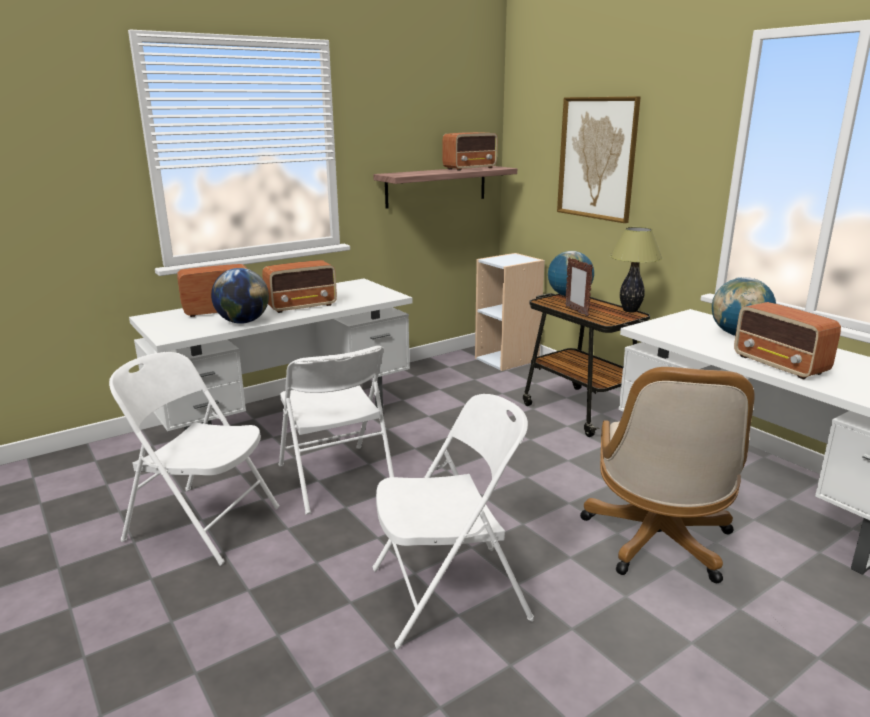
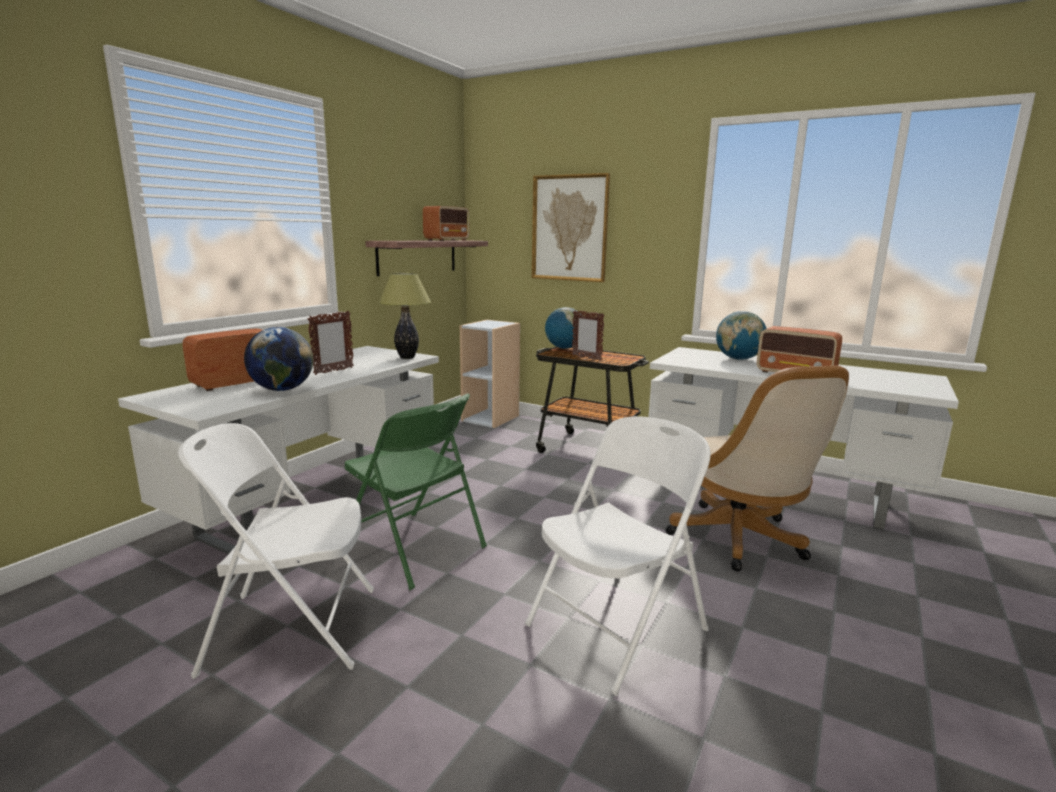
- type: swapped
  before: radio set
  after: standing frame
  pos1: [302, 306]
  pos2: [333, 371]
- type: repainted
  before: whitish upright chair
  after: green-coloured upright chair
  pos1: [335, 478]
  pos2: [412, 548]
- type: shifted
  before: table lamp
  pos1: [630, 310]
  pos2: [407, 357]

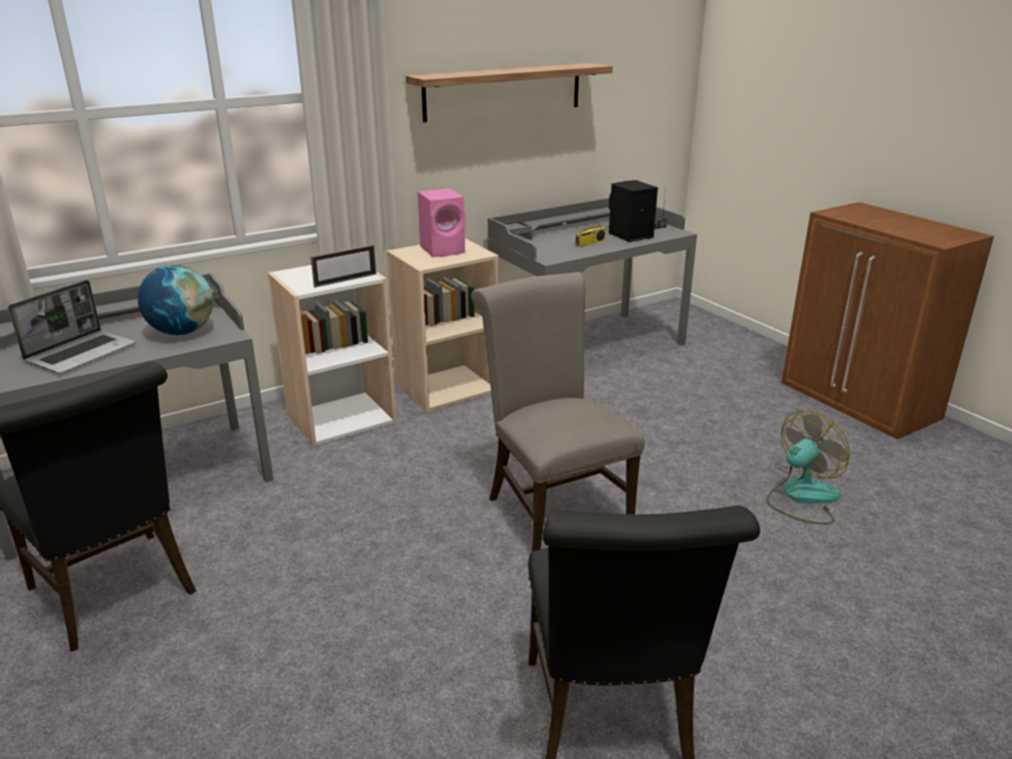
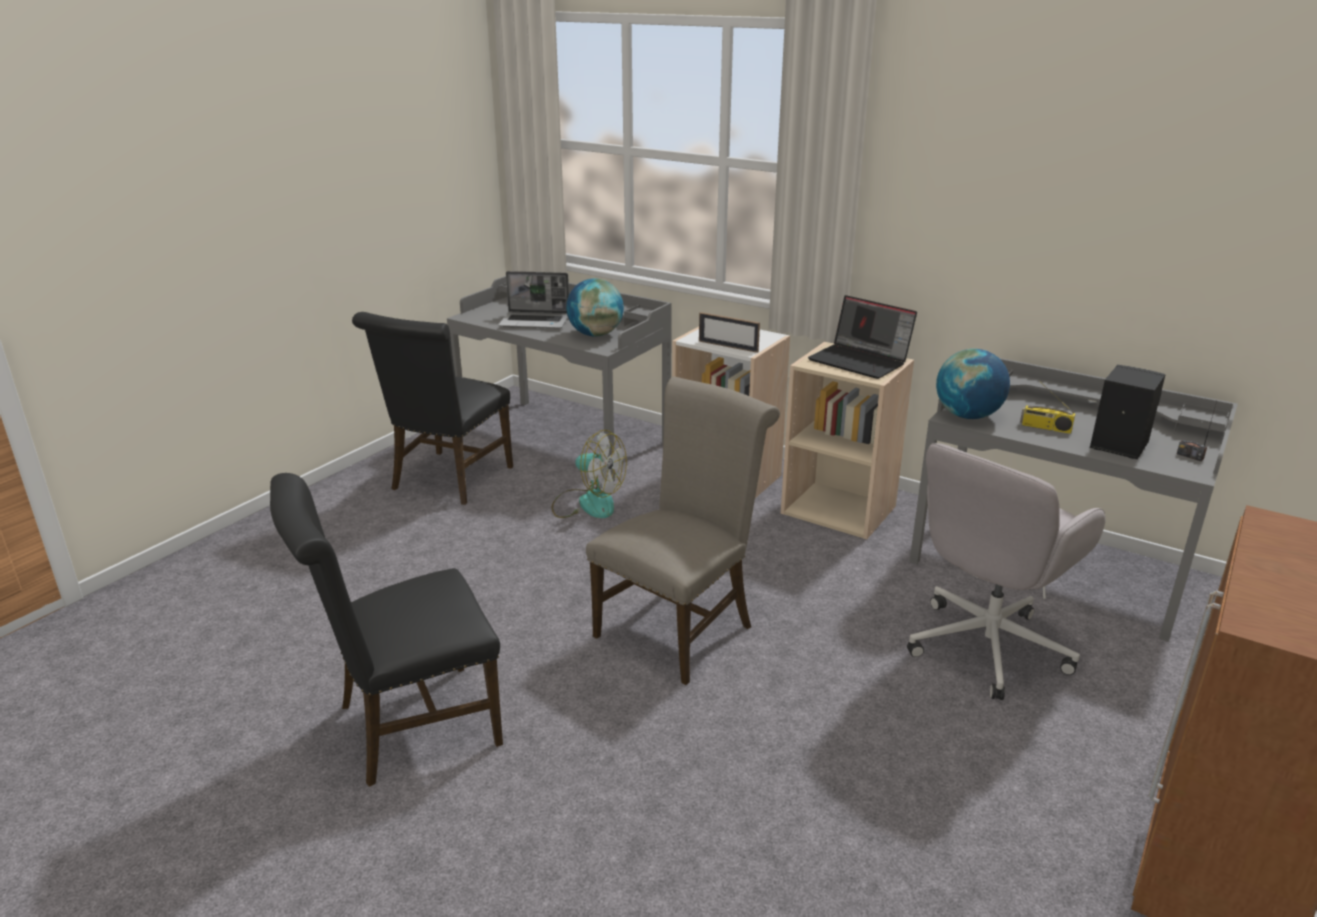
- type: shifted
  before: fan
  pos1: [801, 497]
  pos2: [587, 503]
- type: swapped
  before: pink loudspeaker
  after: laptop
  pos1: [444, 250]
  pos2: [860, 361]
- type: new
  after: greyish desk chair
  pos2: [985, 648]
- type: new
  after: globe
  pos2: [967, 416]
- type: gone
  before: bracket shelf
  pos1: [503, 91]

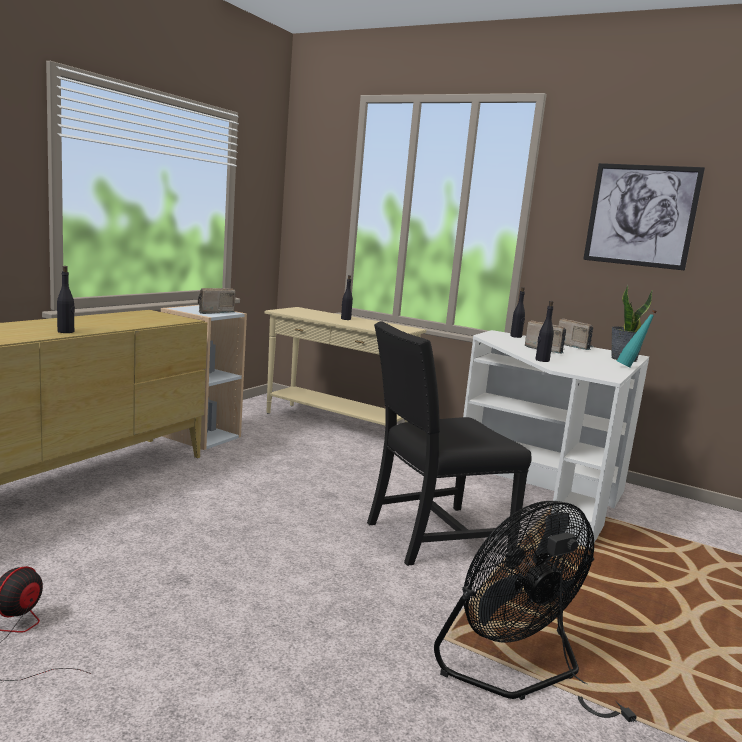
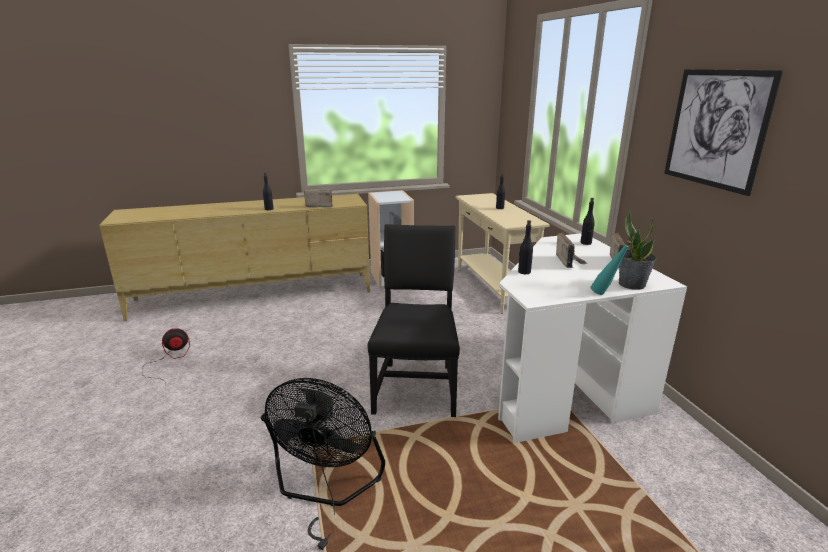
- type: shifted
  before: radio set
  pos1: [213, 312]
  pos2: [319, 205]
- type: rotated
  before: blackish upright chair
  pos1: [433, 536]
  pos2: [416, 386]
  turn: 75

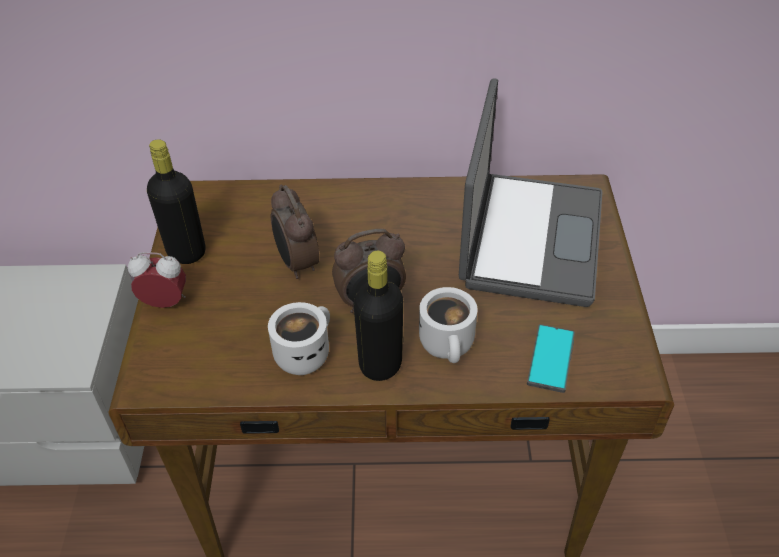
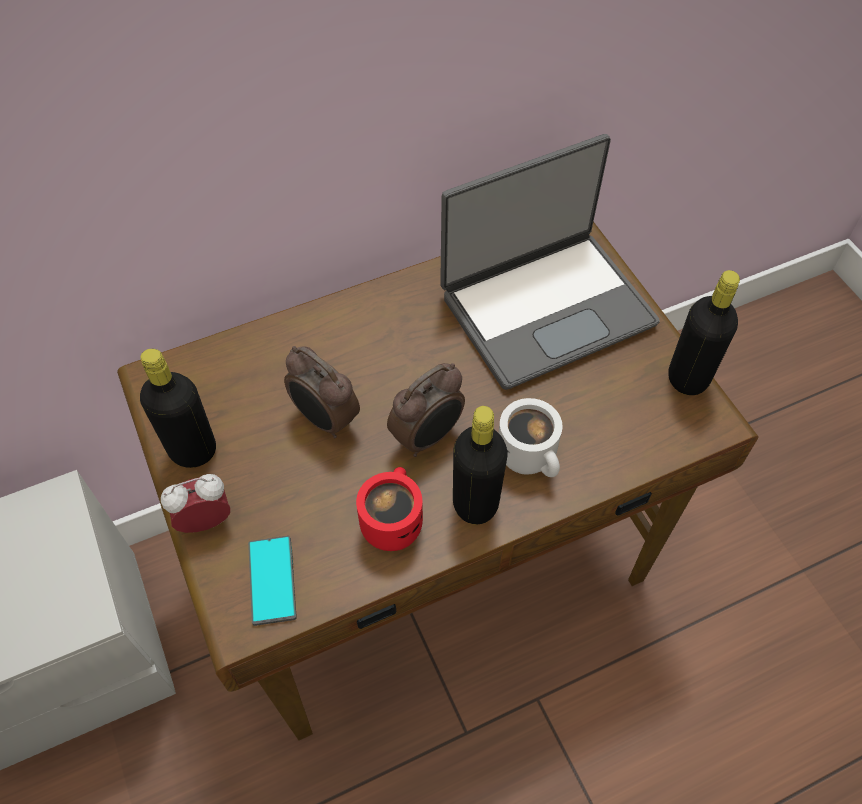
- type: shifted
  before: telephone
  pos1: [551, 358]
  pos2: [272, 580]
- type: repainted
  before: whitish tea mug
  after: red-coloured tea mug
  pos1: [303, 352]
  pos2: [390, 520]
- type: rotated
  before: laptop
  pos1: [528, 239]
  pos2: [545, 307]
  turn: 75
- type: new
  after: blackish beverage bottle
  pos2: [688, 378]

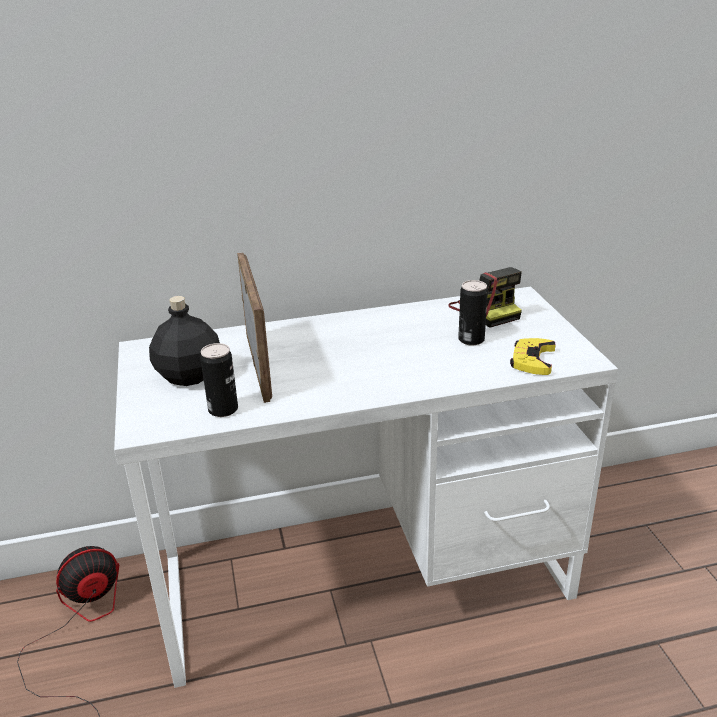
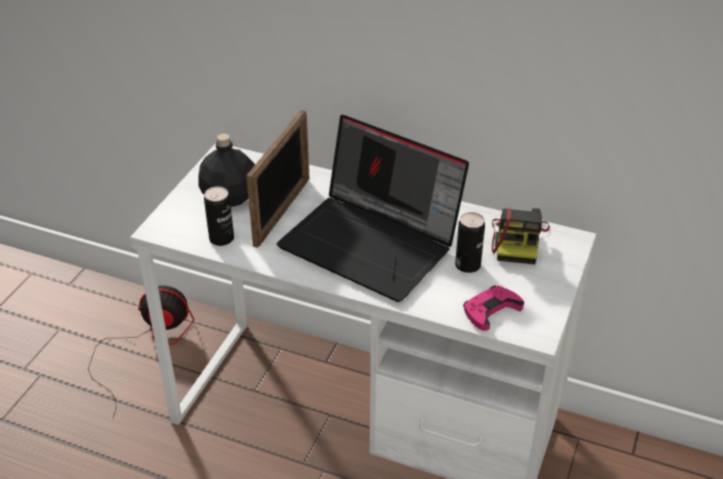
- type: new
  after: laptop
  pos2: [373, 243]
- type: repainted
  before: yellow-coloured joypad
  after: pink joypad
  pos1: [532, 360]
  pos2: [491, 310]

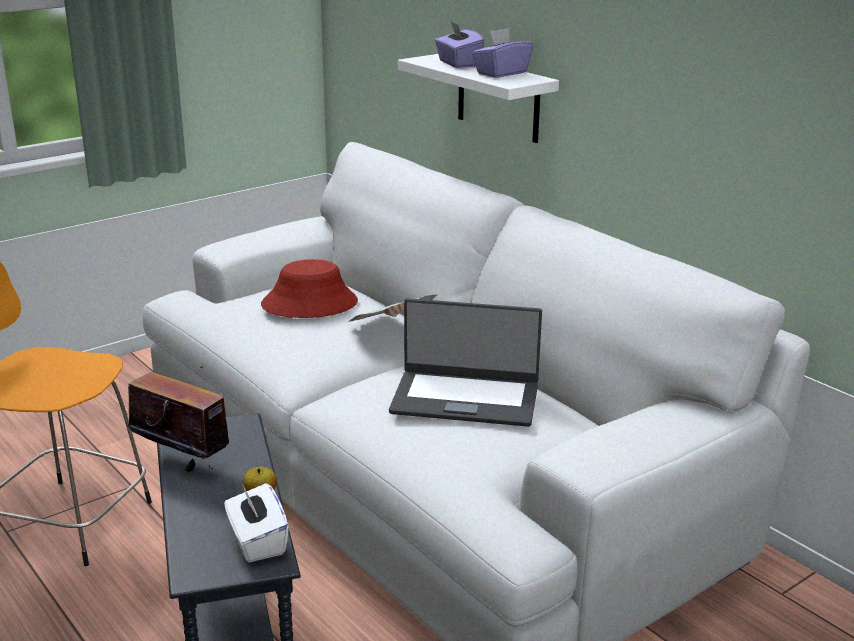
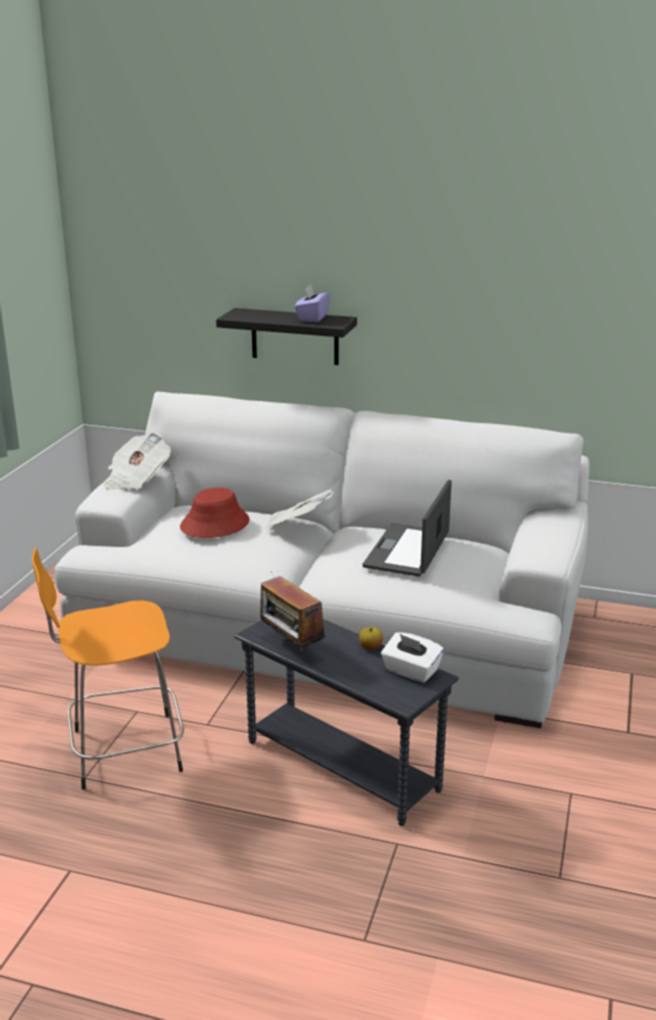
- type: new
  after: daily paper
  pos2: [136, 479]
- type: repainted
  before: whitish bracket shelf
  after: blackish bracket shelf
  pos1: [498, 98]
  pos2: [295, 336]
- type: rotated
  before: radio set
  pos1: [182, 461]
  pos2: [291, 648]
  turn: -120
- type: rotated
  before: laptop
  pos1: [465, 398]
  pos2: [408, 551]
  turn: 135
- type: gone
  before: purple-coloured tissue box
  pos1: [458, 64]

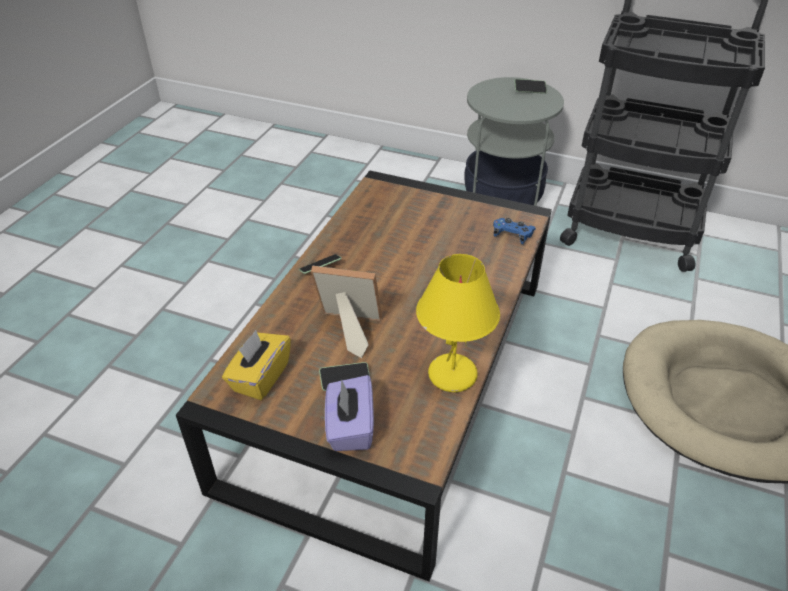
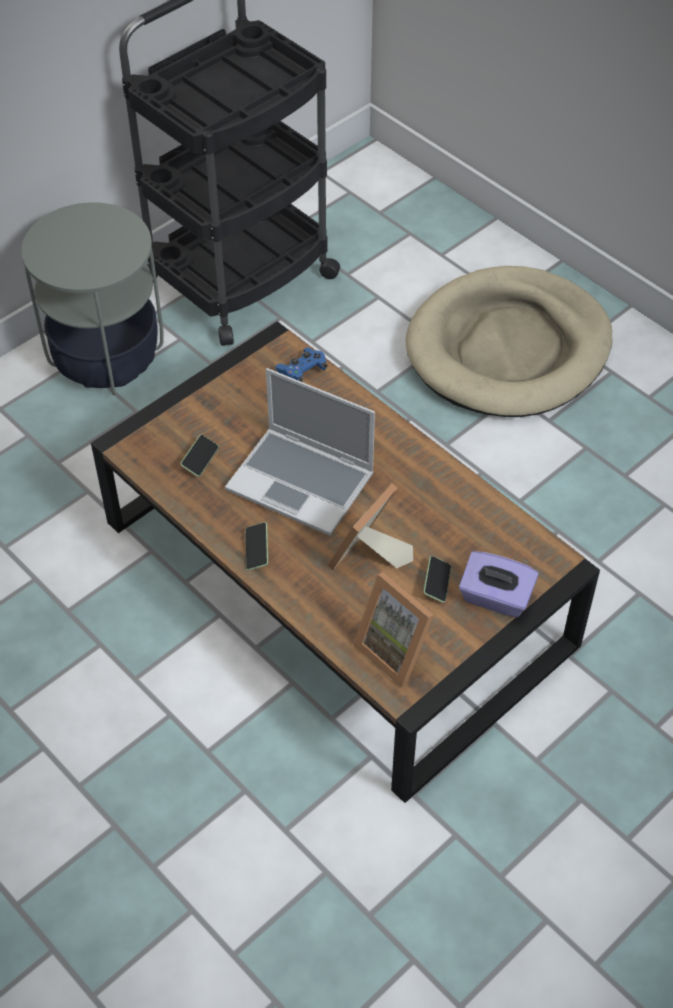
- type: shifted
  before: telephone
  pos1: [529, 90]
  pos2: [200, 460]
- type: new
  after: laptop
  pos2: [303, 482]
- type: swapped
  before: yellow-coloured tissue box
  after: standing frame
  pos1: [260, 377]
  pos2: [397, 650]
- type: gone
  before: yellow-coloured table lamp
  pos1: [452, 374]

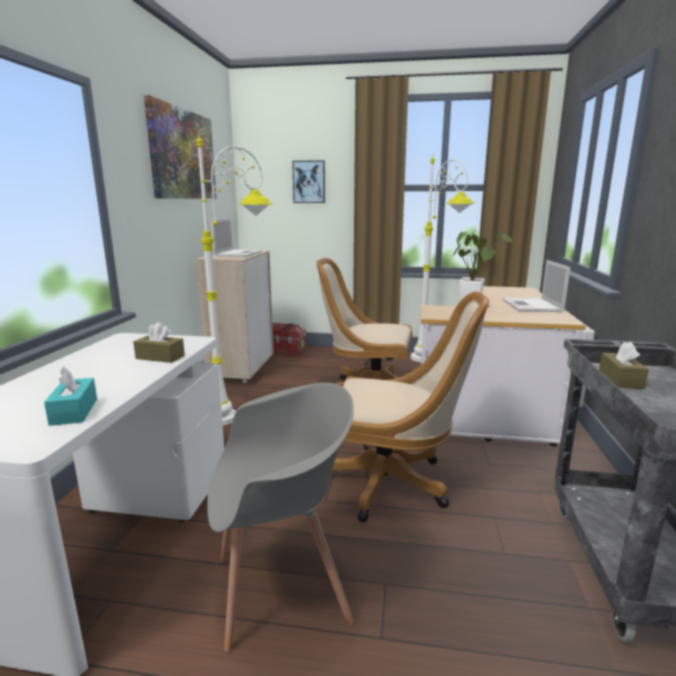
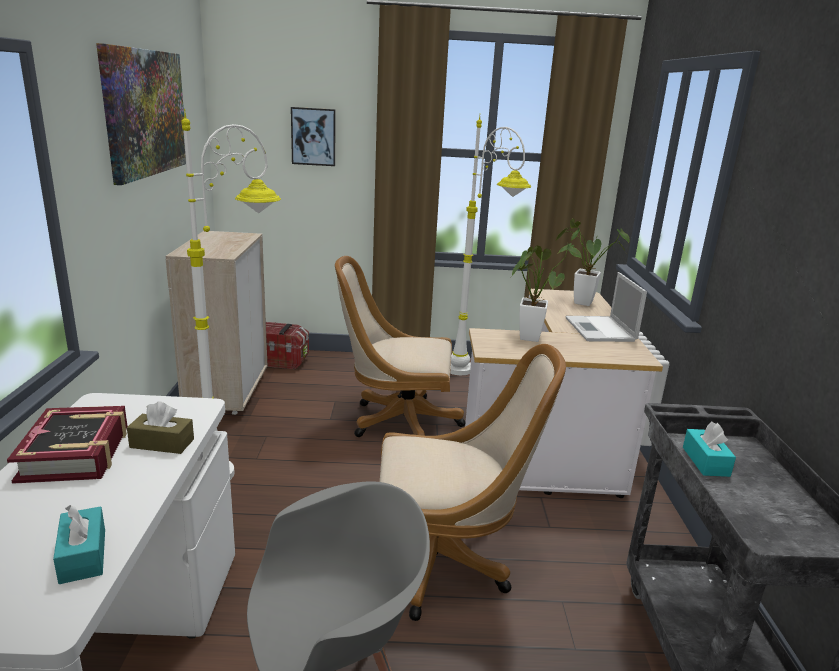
- type: new
  after: book
  pos2: [76, 453]
- type: new
  after: potted plant
  pos2: [578, 302]
- type: repainted
  before: brown-coloured tissue box
  after: turquoise tissue box
  pos1: [620, 379]
  pos2: [705, 461]
- type: gone
  before: laptop
  pos1: [238, 253]

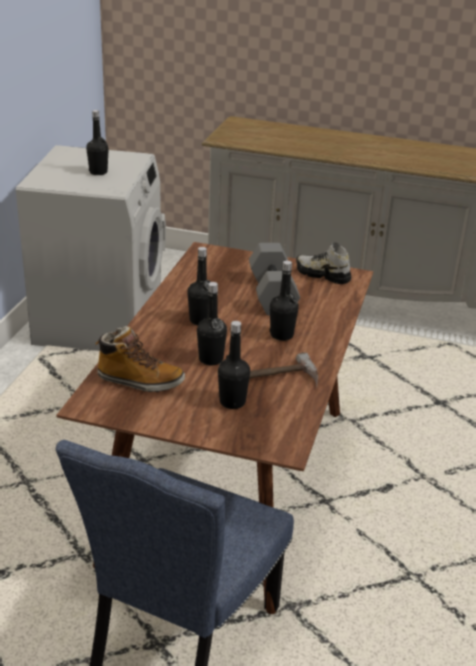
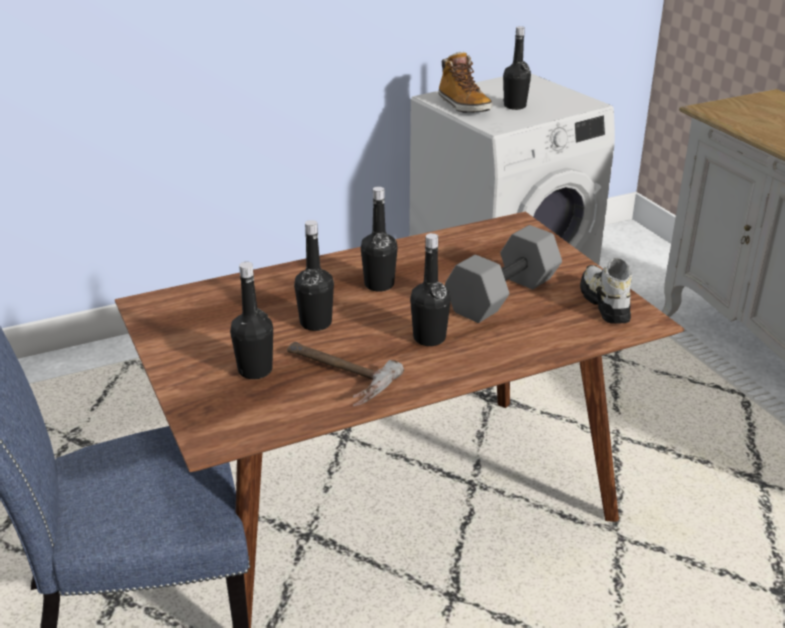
- type: shifted
  before: tall boot
  pos1: [139, 381]
  pos2: [463, 106]

